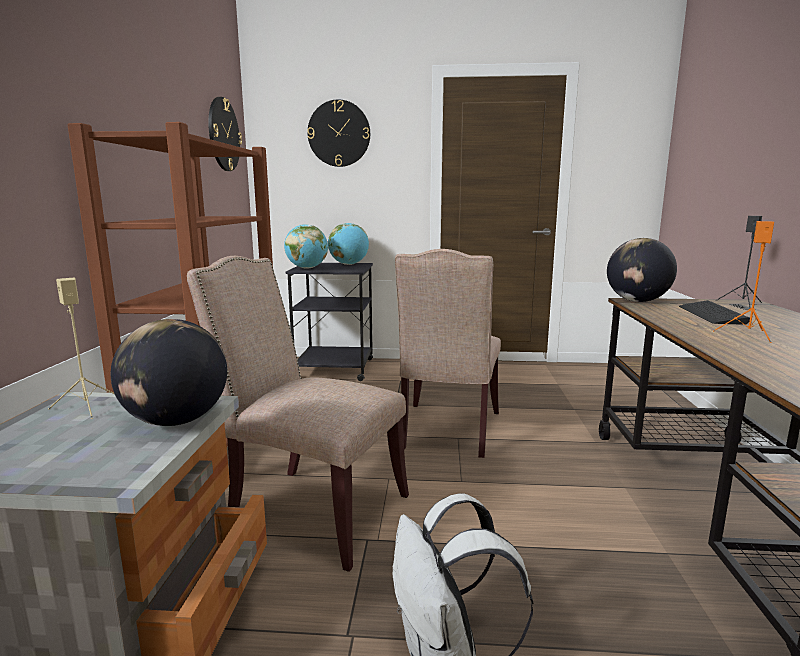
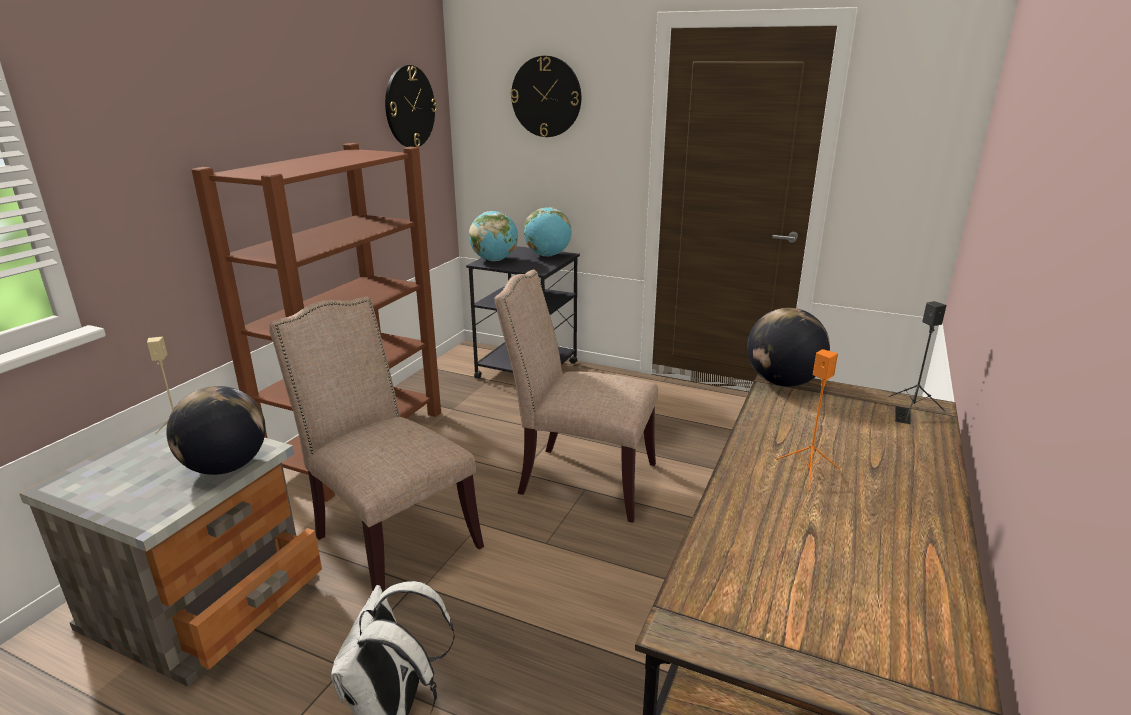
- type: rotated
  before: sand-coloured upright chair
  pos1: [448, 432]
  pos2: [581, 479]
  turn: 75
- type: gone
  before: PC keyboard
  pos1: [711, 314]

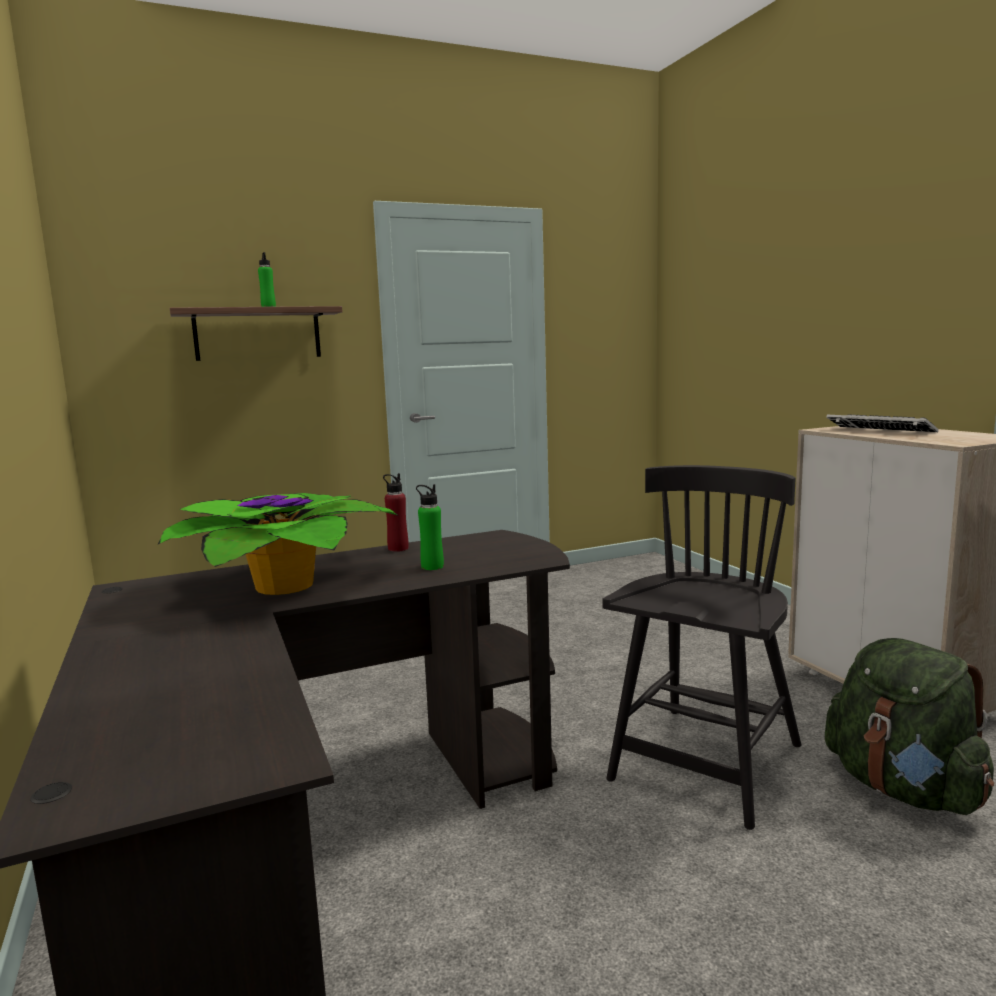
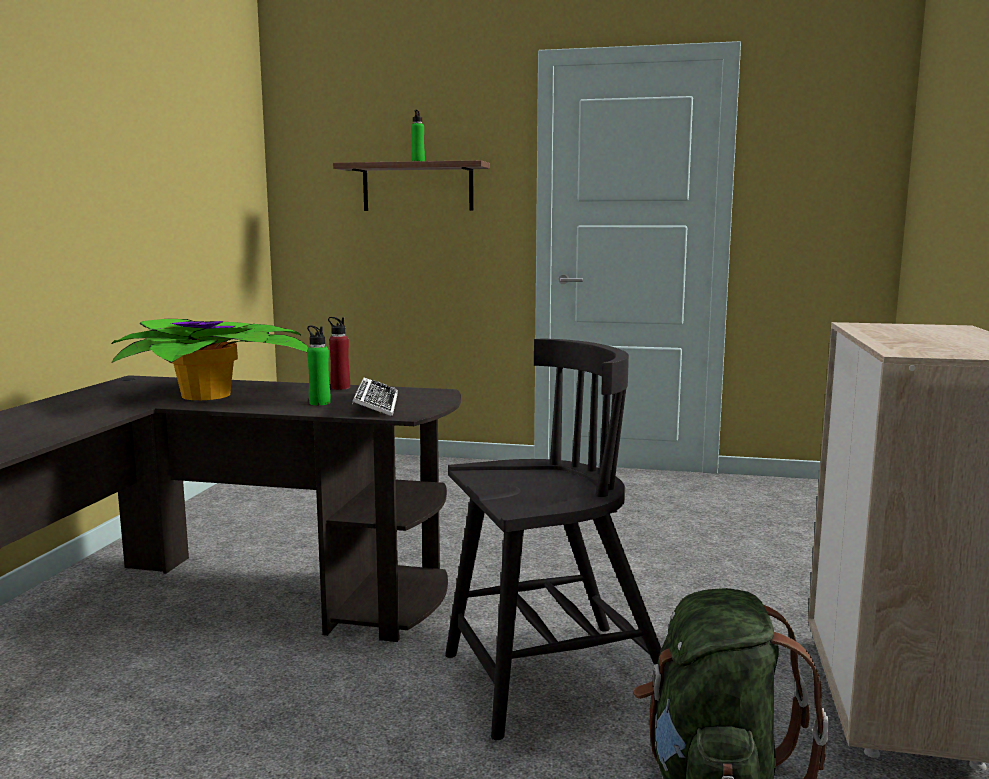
- type: shifted
  before: PC keyboard
  pos1: [879, 431]
  pos2: [376, 404]

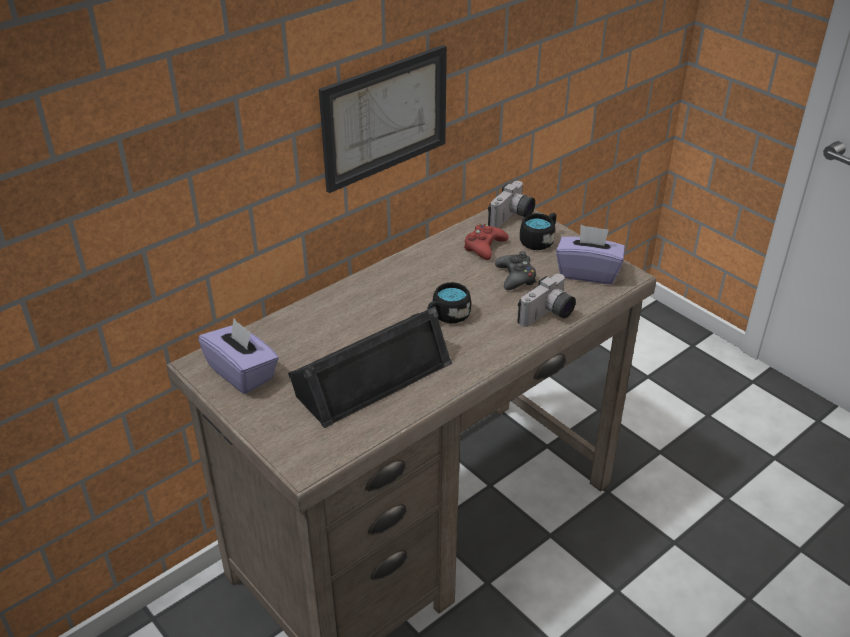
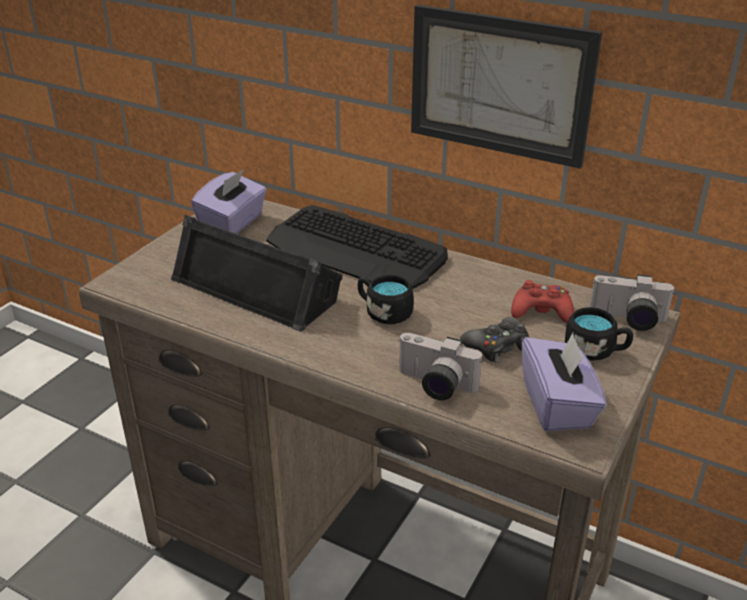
- type: new
  after: PC keyboard
  pos2: [356, 250]

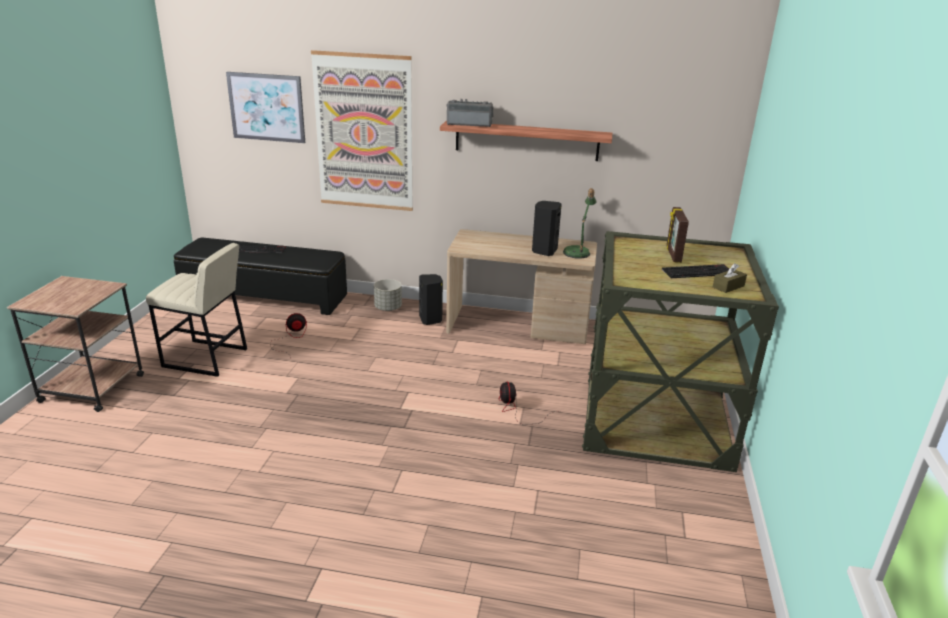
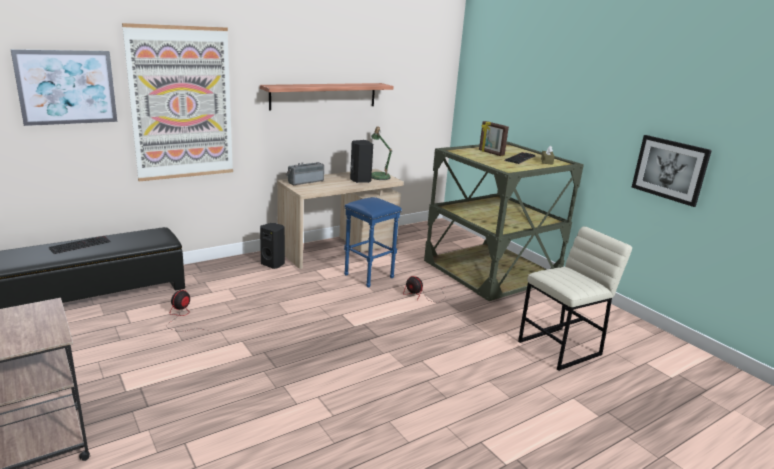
- type: shifted
  before: radio set
  pos1: [469, 124]
  pos2: [305, 181]
- type: new
  after: blue-coloured sitting stool
  pos2: [369, 276]
- type: shifted
  before: sand-coloured upright chair
  pos1: [207, 358]
  pos2: [561, 347]
- type: new
  after: picture
  pos2: [670, 169]
- type: gone
  before: greyish planter
  pos1: [388, 308]

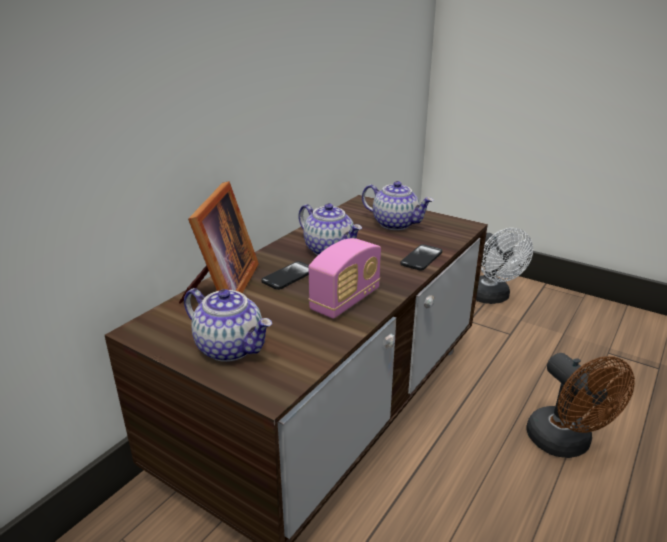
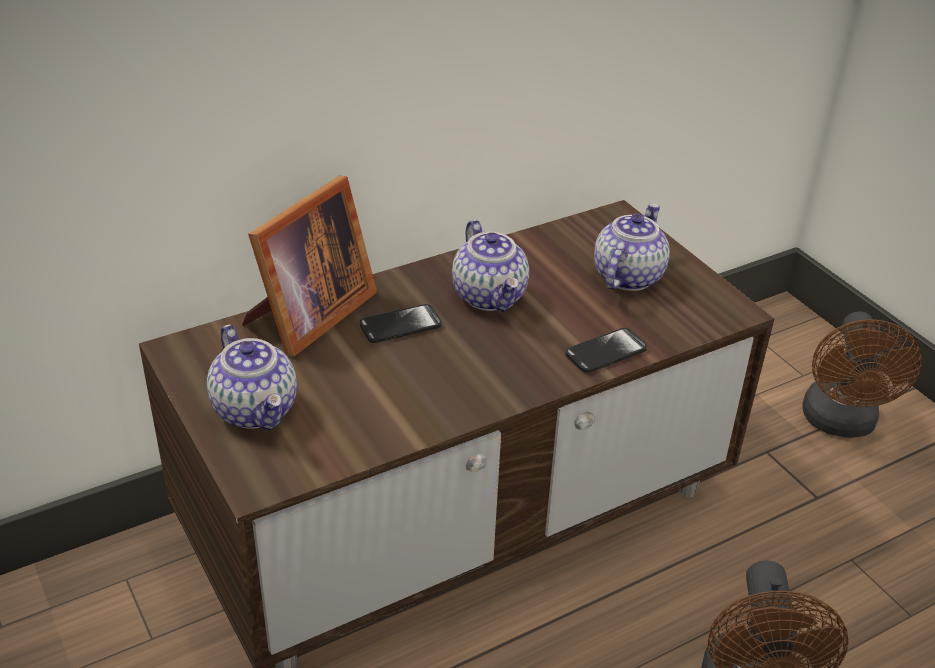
- type: rotated
  before: tea pot
  pos1: [395, 224]
  pos2: [627, 276]
  turn: -120
- type: repainted
  before: whitish fan
  after: brown-coloured fan
  pos1: [491, 298]
  pos2: [841, 424]
- type: gone
  before: radio set
  pos1: [345, 300]

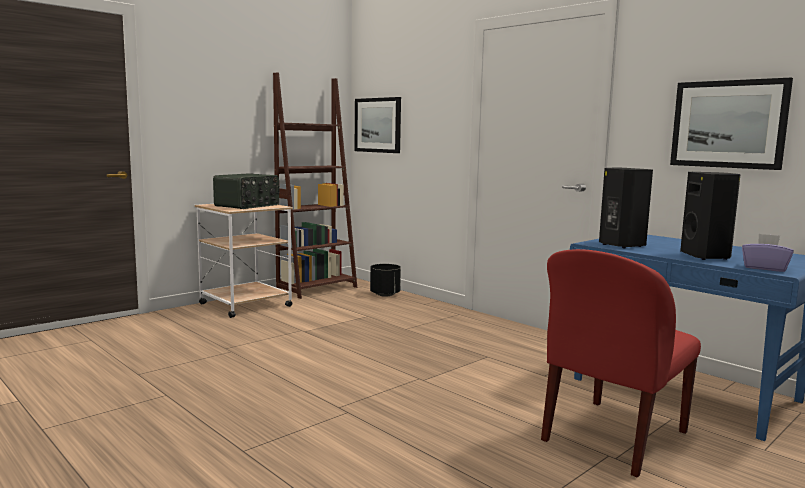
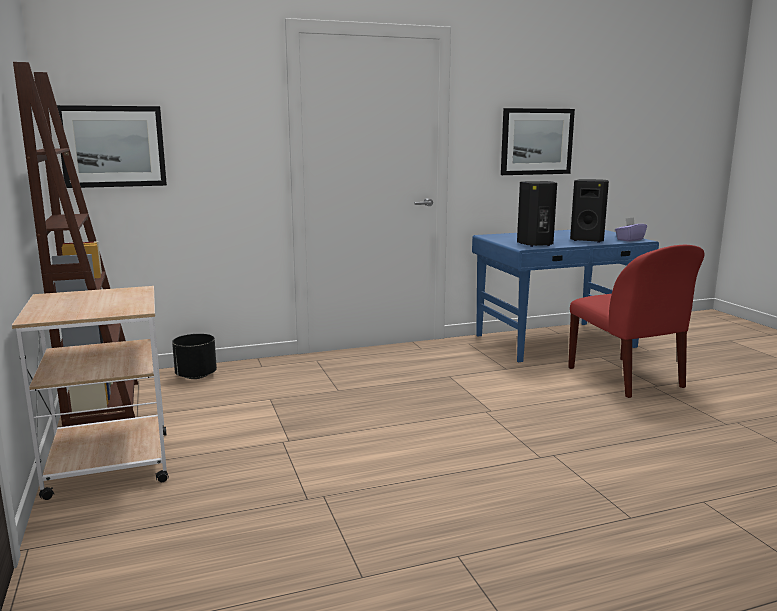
- type: gone
  before: radio set
  pos1: [248, 205]

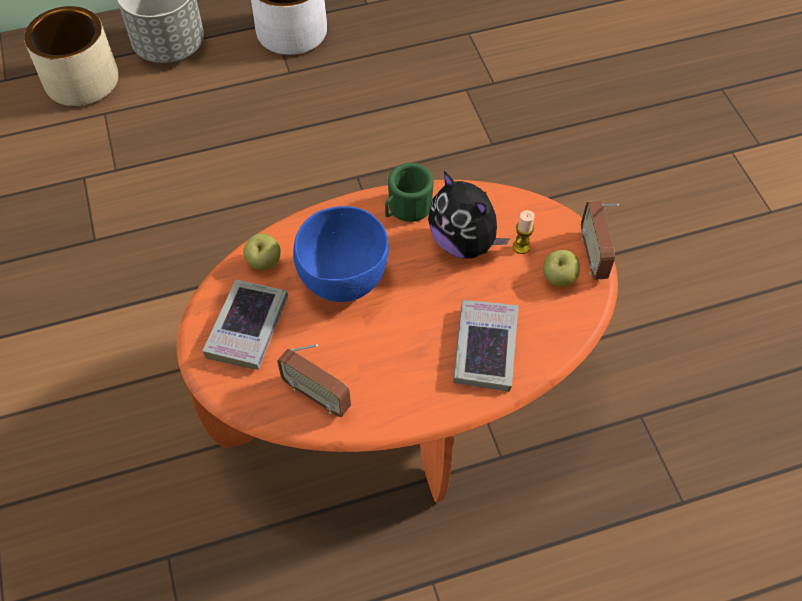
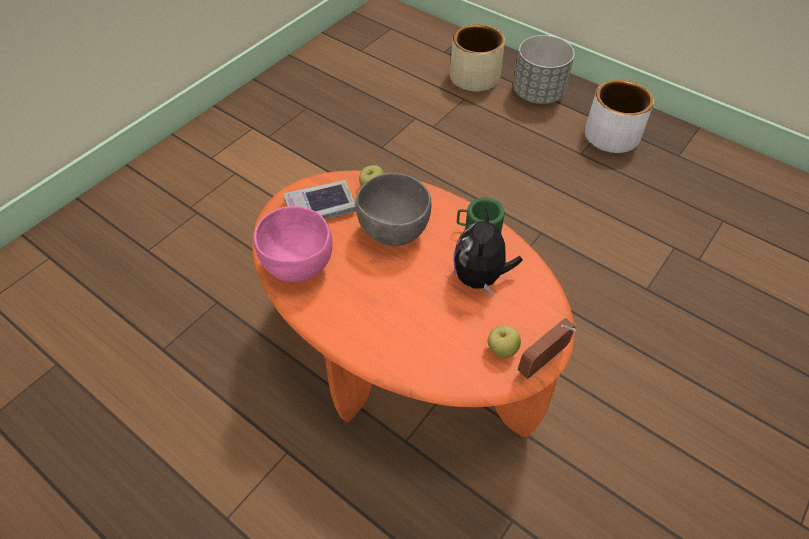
- type: swapped
  before: radio set
  after: pink bowl
  pos1: [317, 395]
  pos2: [299, 266]
- type: repainted
  before: blue-coloured bowl
  after: greyish bowl
  pos1: [343, 280]
  pos2: [393, 231]
- type: gone
  before: book
  pos1: [485, 348]
- type: gone
  before: wax candle
  pos1: [521, 246]

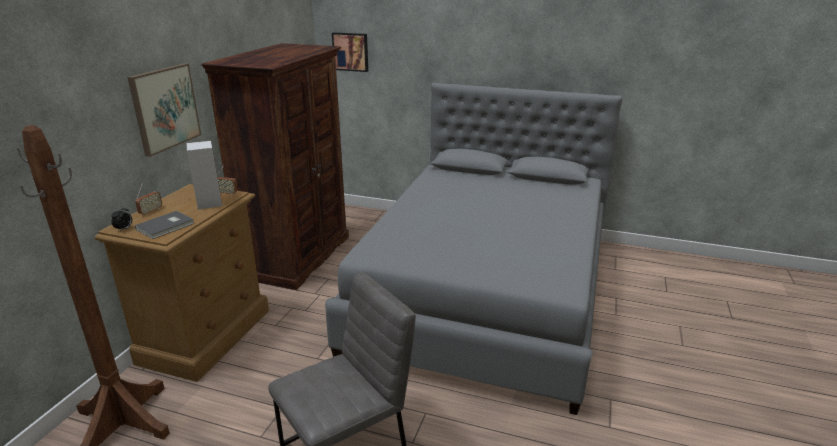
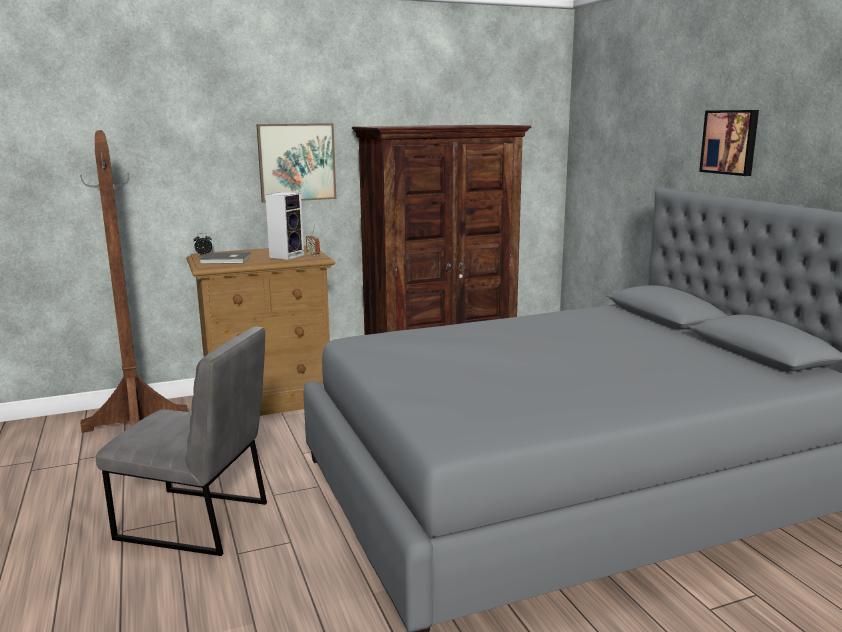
- type: shifted
  before: picture
  pos1: [351, 51]
  pos2: [730, 142]
- type: gone
  before: radio set
  pos1: [150, 211]

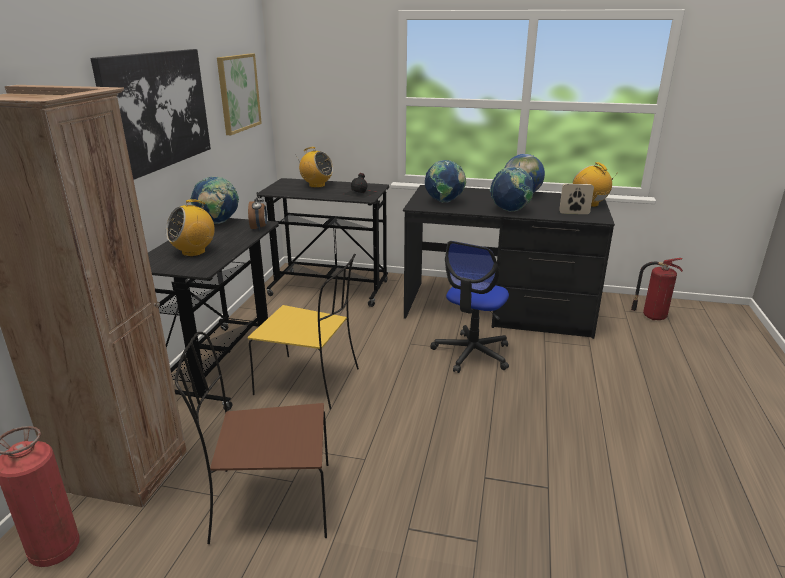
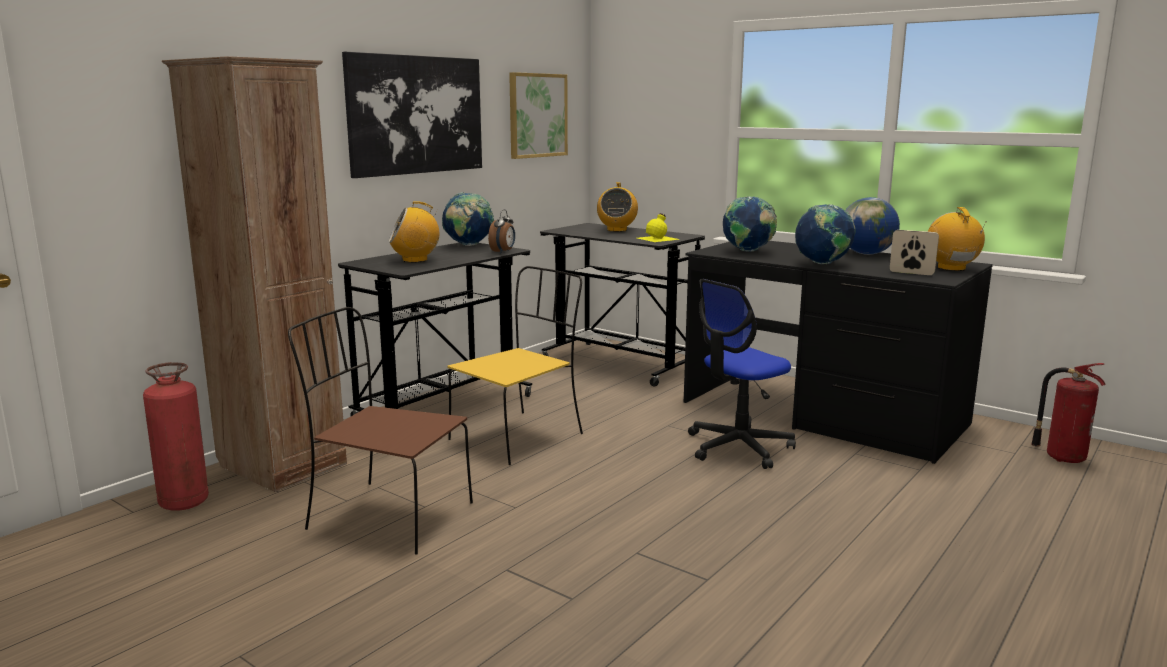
- type: rotated
  before: yellow-coloured upright chair
  pos1: [310, 382]
  pos2: [519, 436]
  turn: -90
- type: rotated
  before: radio set
  pos1: [316, 185]
  pos2: [617, 230]
  turn: 45
- type: repainted
  before: blackish beverage bottle
  after: yellow-coloured beverage bottle
  pos1: [360, 193]
  pos2: [658, 238]

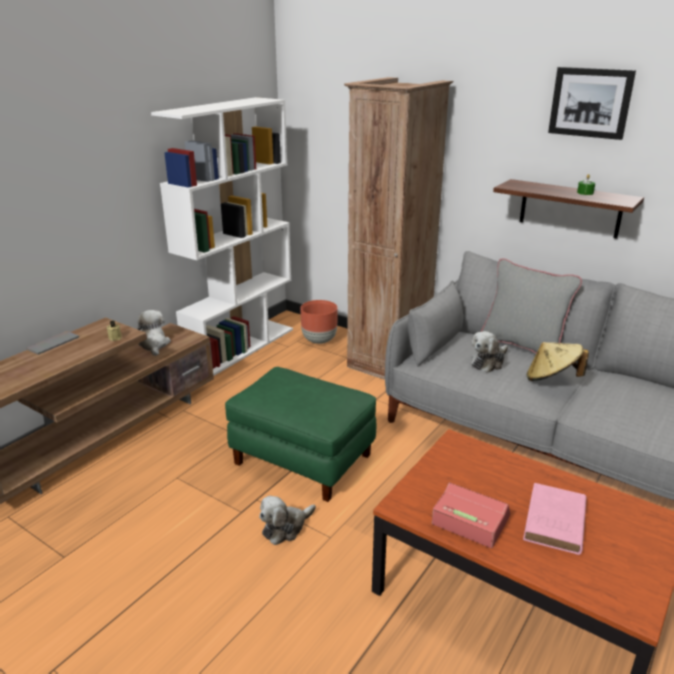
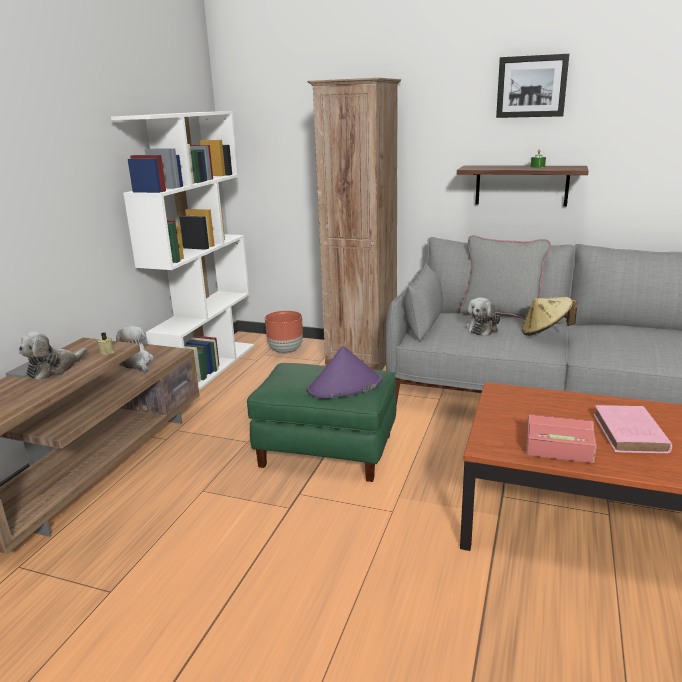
- type: shifted
  before: cuddly toy
  pos1: [285, 527]
  pos2: [54, 369]
- type: new
  after: purple-coloured clothing hat
  pos2: [345, 386]

